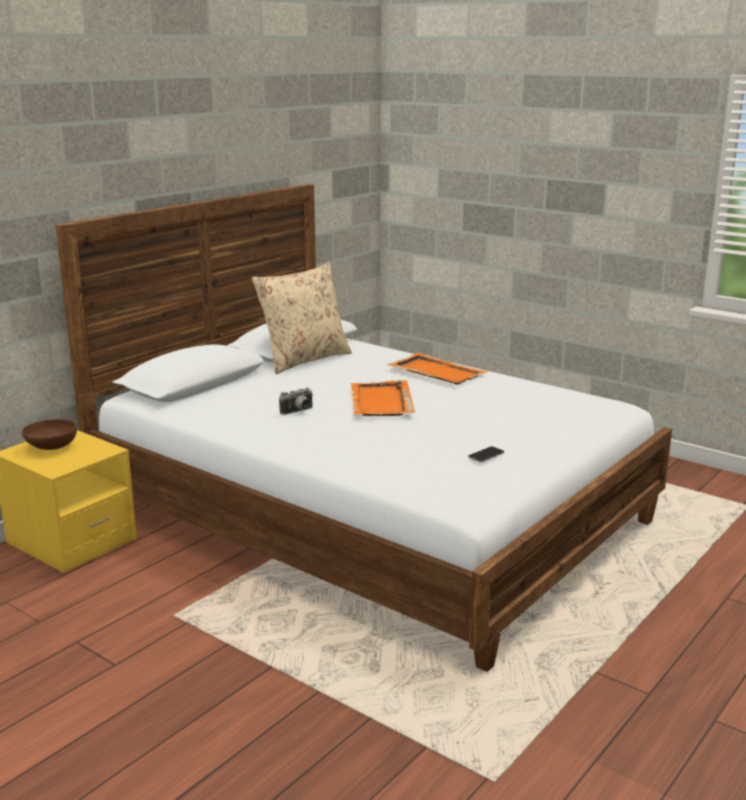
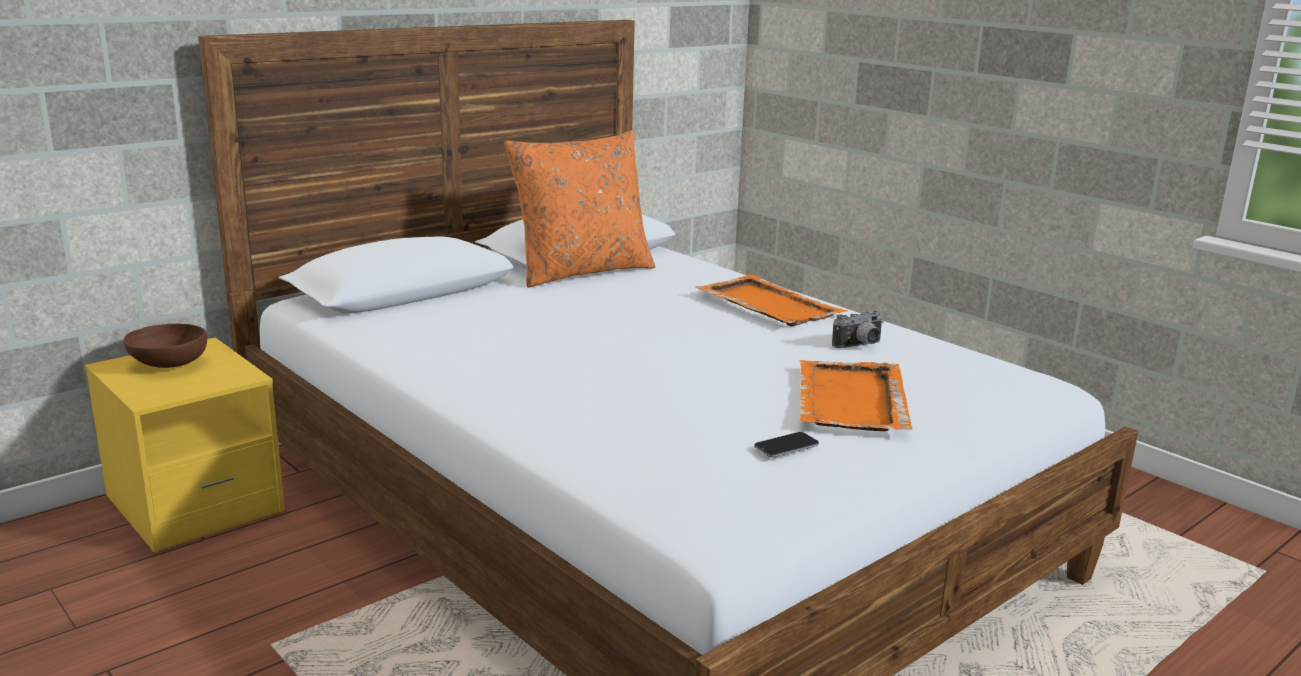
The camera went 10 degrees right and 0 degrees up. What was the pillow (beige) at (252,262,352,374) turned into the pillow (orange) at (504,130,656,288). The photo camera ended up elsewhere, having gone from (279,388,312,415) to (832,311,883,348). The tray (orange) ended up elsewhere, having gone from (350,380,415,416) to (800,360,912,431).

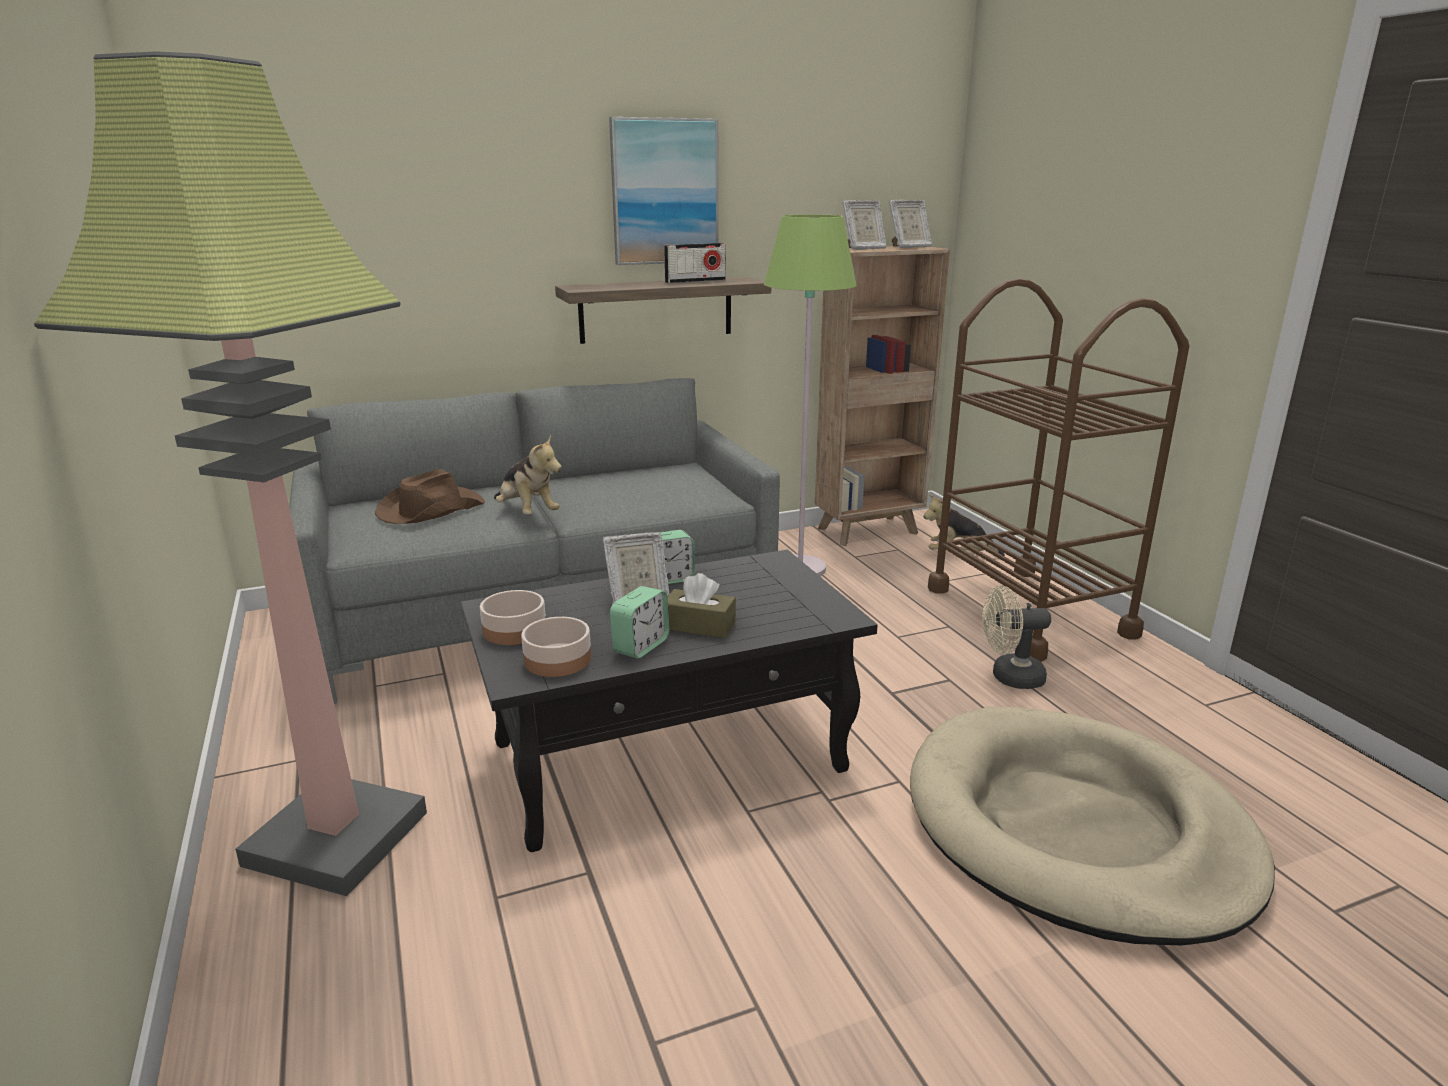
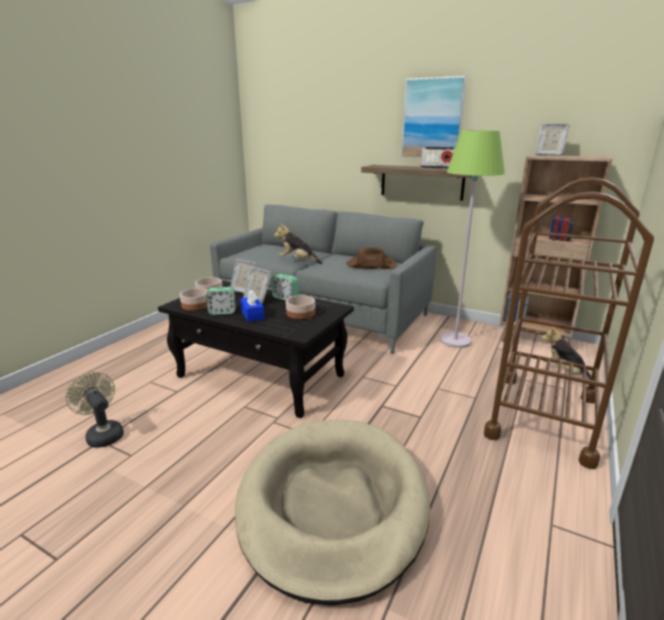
The camera went 50 degrees right and 0 degrees up. The second view lost the floor lamp at (34,51,427,896). The hat (brown) ended up elsewhere, having gone from (375,469,485,524) to (346,248,396,269). The plush toy at (494,435,562,515) ended up facing another way, 105 degrees clockwise from before. What was the tissue box (brown) at (668,573,736,638) turned into the tissue box (blue) at (240,290,264,322). The picture frame ended up elsewhere, having gone from (889,200,932,248) to (230,259,257,293). The fan (beige) ended up elsewhere, having gone from (982,586,1051,689) to (65,372,124,448). The second view gained the bowl at (286,295,315,319).

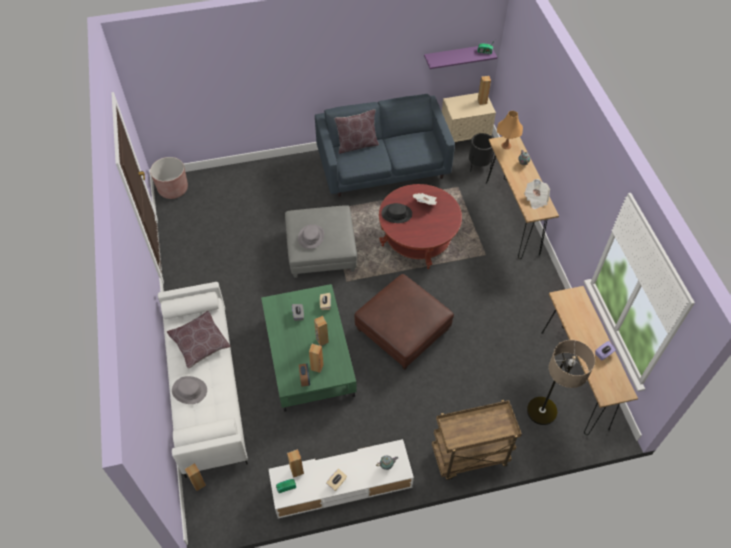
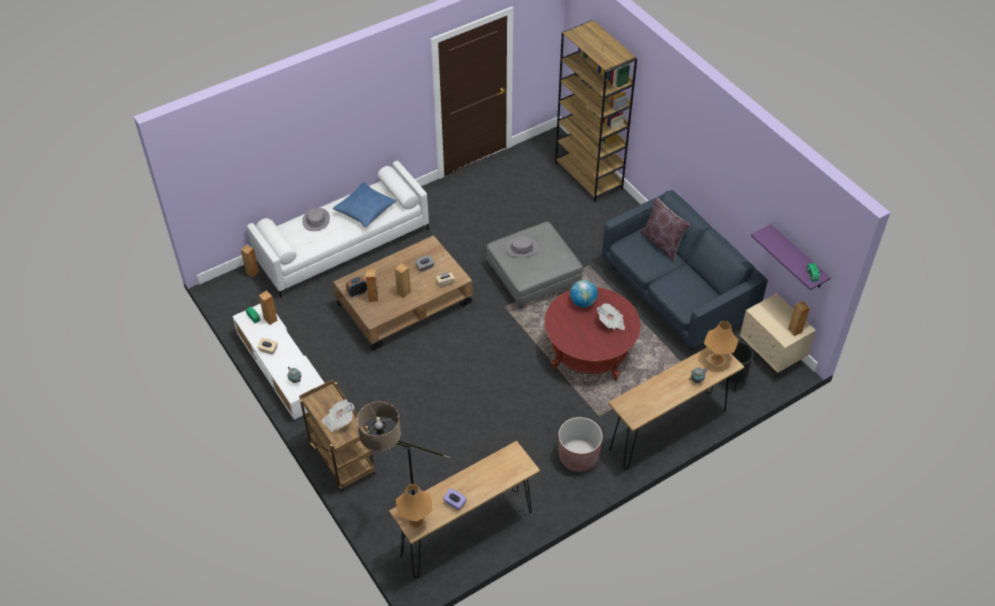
The camera went 70 degrees right and 5 degrees down. The planter (brown) ended up elsewhere, having gone from (150,157,188,199) to (558,417,603,472). What was the pillow (brown) at (167,311,231,369) turned into the pillow (blue) at (333,182,397,228). What was the coffee table (green) at (261,284,357,412) turned into the coffee table (brown) at (333,235,473,351). The second view lost the ottoman (brown) at (354,274,454,370). Where the hat (black) stood at (381,203,412,223), the globe came to stand at (570,280,598,308). The newspaper ended up elsewhere, having gone from (524,179,550,209) to (322,400,354,432). The second view gained the table lamp (orange) at (396,484,432,527). The second view gained the bookcase (brown) at (555,20,637,202).

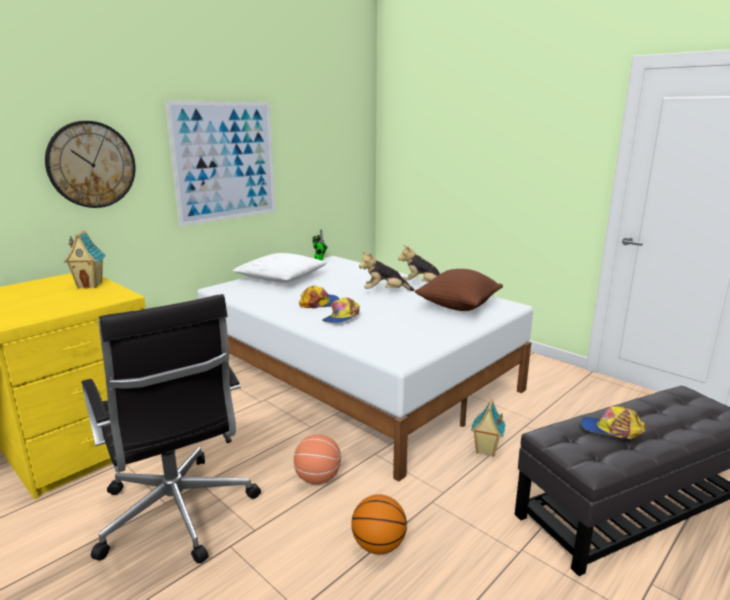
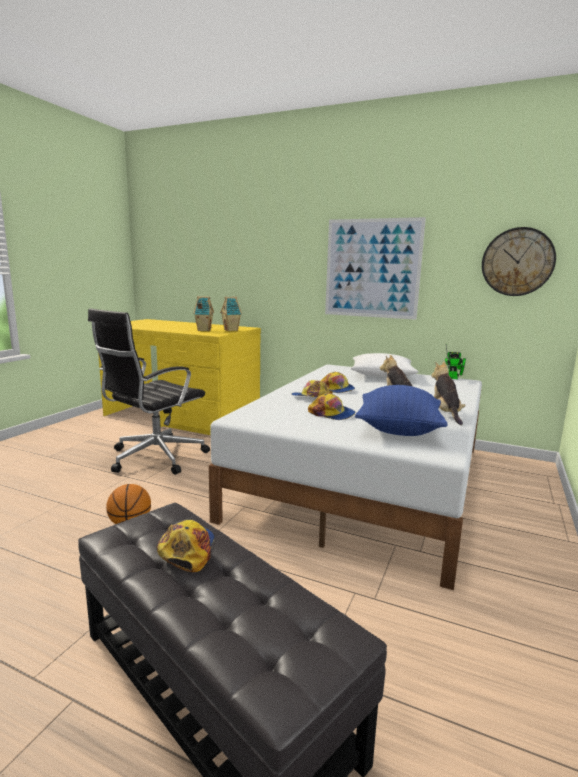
The camera went 70 degrees right and 5 degrees down. The wall clock ended up elsewhere, having gone from (45,121,136,208) to (482,227,556,296). The second view lost the basketball at (294,434,341,485). What was the pillow (brown) at (415,269,503,311) turned into the pillow (blue) at (355,385,447,436). The toy house ended up elsewhere, having gone from (471,399,506,457) to (193,296,214,331). The second view gained the cap at (308,393,355,420).

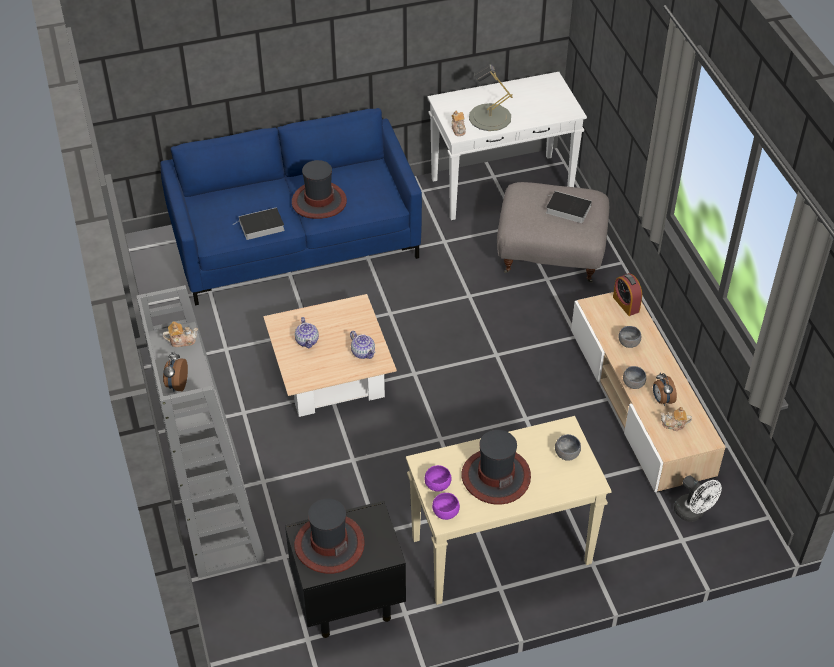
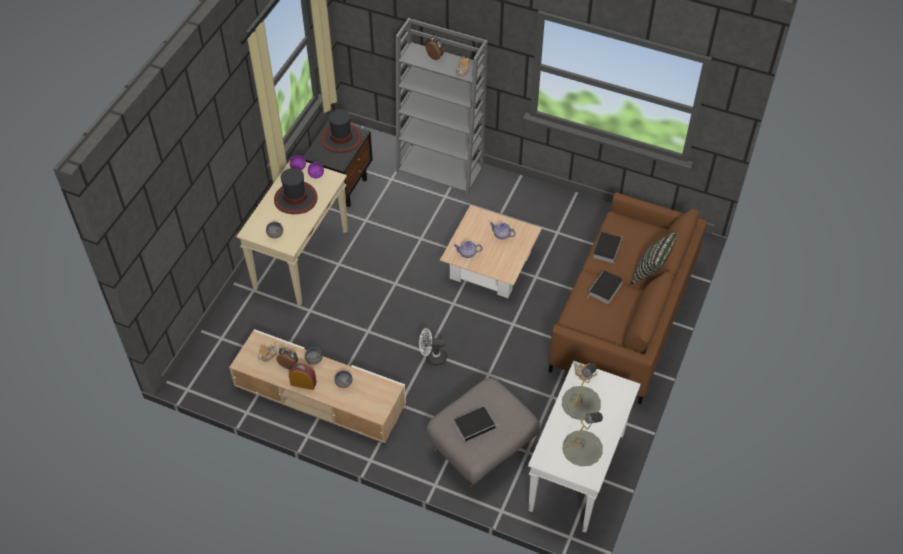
The camera went 130 degrees right and 5 degrees up. What was the sofa (blue) at (161,108,422,305) turned into the sofa (brown) at (549,193,707,404). Where the hat stood at (292,160,347,219), the book came to stand at (587,270,623,304). The alarm clock ended up elsewhere, having gone from (613,273,642,316) to (289,363,317,390). The fan (white) ended up elsewhere, having gone from (674,475,722,522) to (419,328,447,366). The second view gained the table lamp (grey) at (562,412,603,466). The second view gained the pillow at (631,233,677,285).

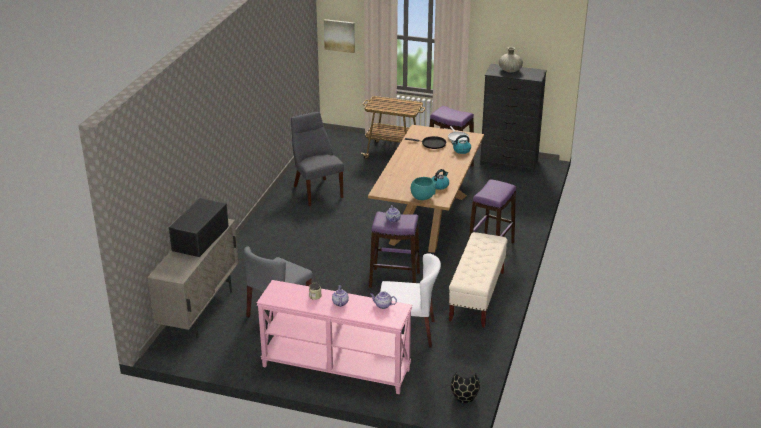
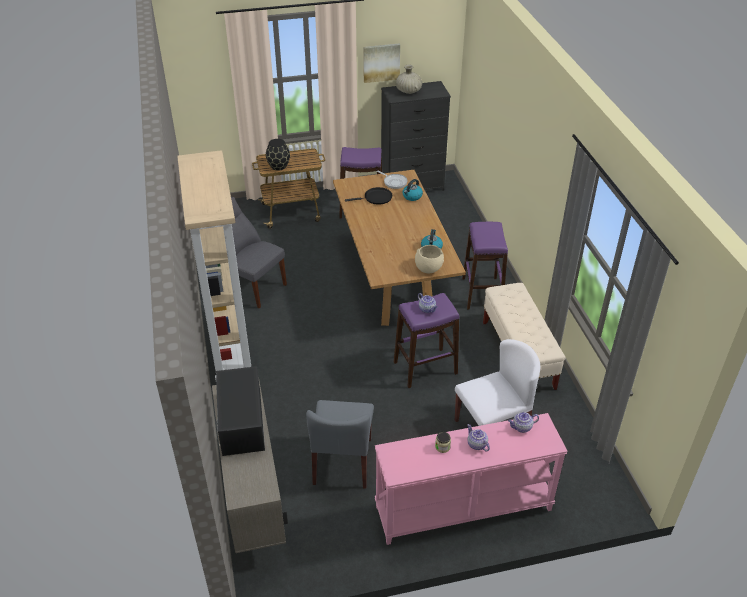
The camera went 30 degrees left and 10 degrees up. The picture ended up elsewhere, having gone from (324,19,355,53) to (363,43,400,83). What was the bowl (turquoise) at (411,177,436,200) turned into the bowl (beige) at (415,245,444,273). The vase (black) ended up elsewhere, having gone from (451,366,480,403) to (266,139,290,171). The second view gained the bookcase (beige) at (177,150,251,380).

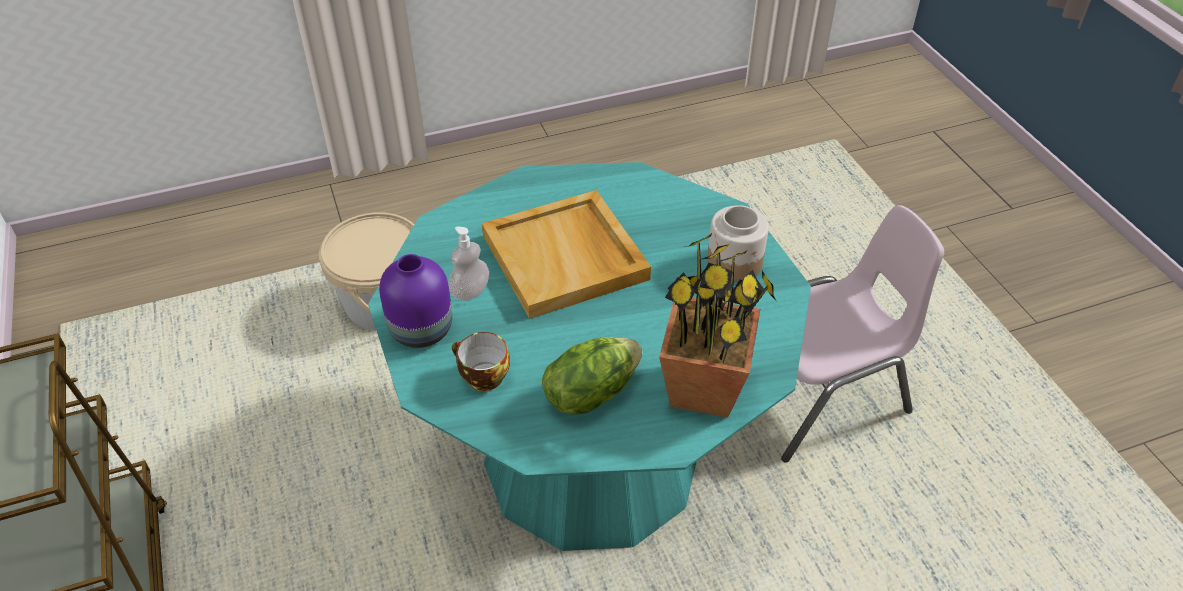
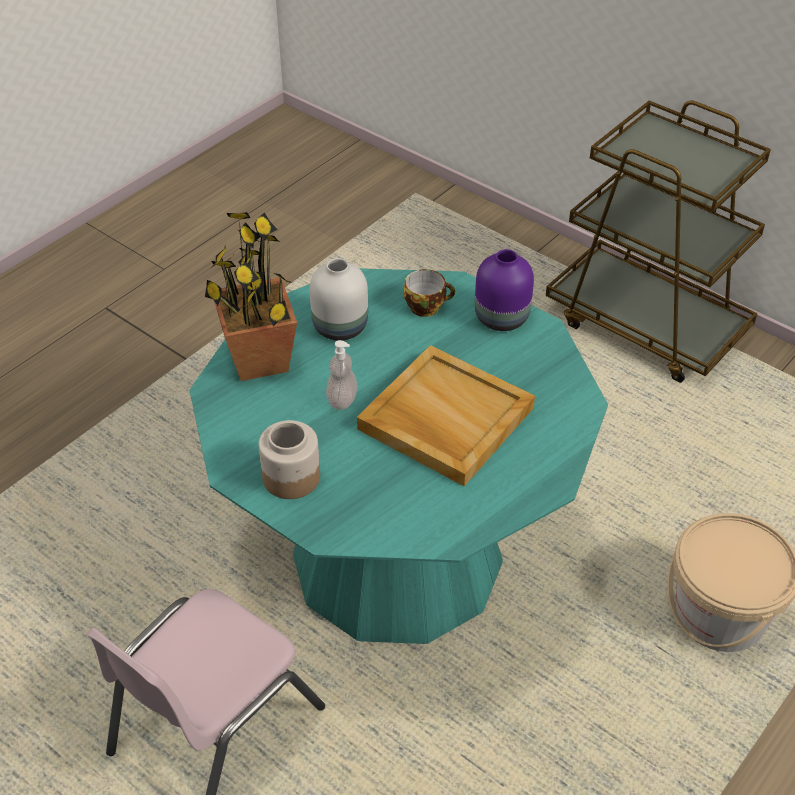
The camera went 150 degrees right and 0 degrees up. The soap dispenser ended up elsewhere, having gone from (448,227,489,301) to (326,340,358,410). Where the lettuce stood at (542,337,642,415), the vase (white) came to stand at (310,258,368,341).

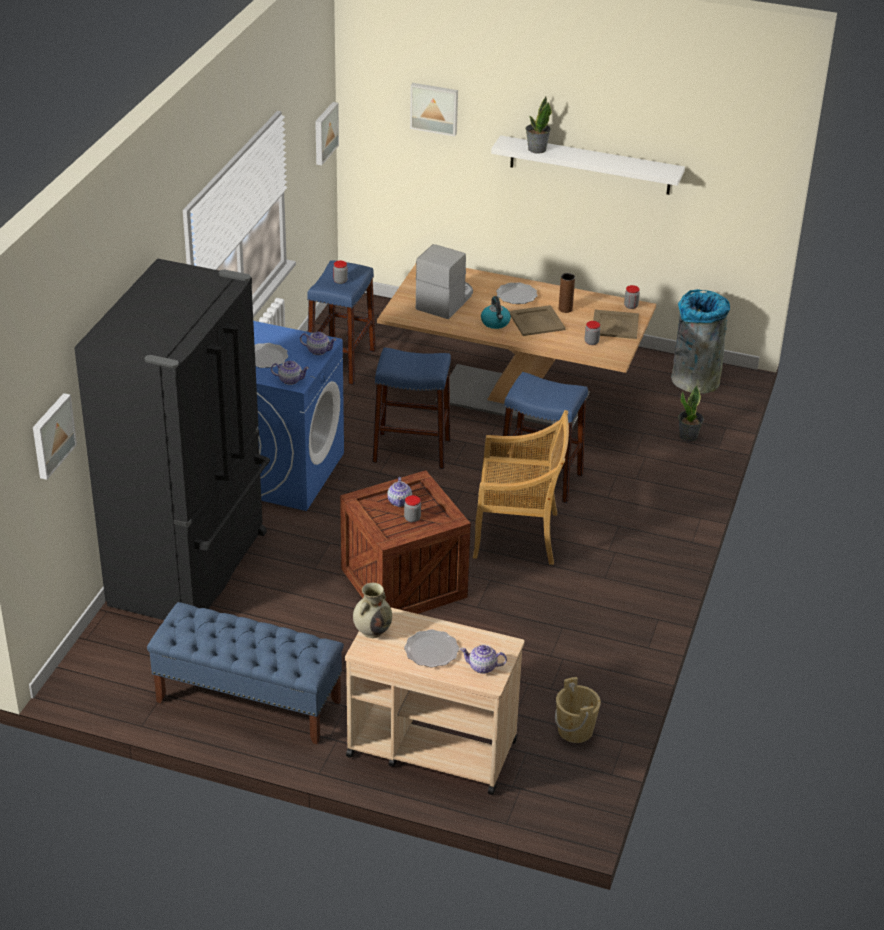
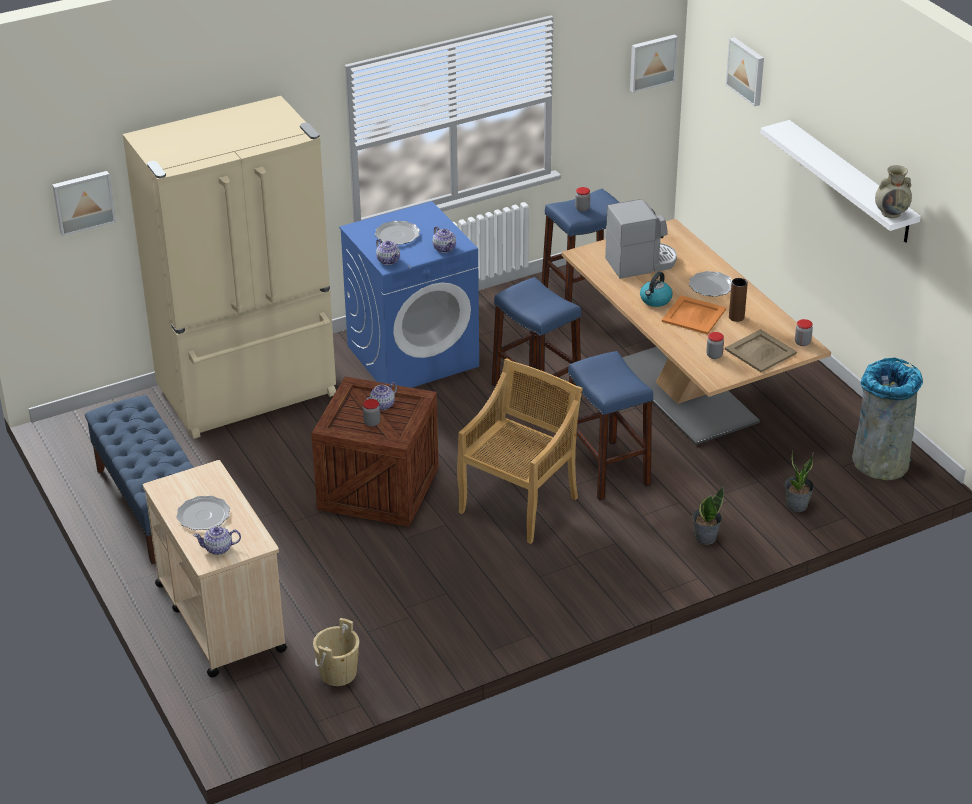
The camera went 45 degrees right and 0 degrees up. What was the fridge (black) at (74,258,270,620) turned into the fridge (beige) at (123,96,336,439). The vase (beige) ended up elsewhere, having gone from (353,583,392,638) to (875,165,912,218). The teapot at (460,644,507,674) ended up facing another way, 60 degrees counterclockwise from before. The chair (beige) at (473,410,569,565) ended up facing another way, 105 degrees counterclockwise from before. What was the tray (beige) at (509,305,566,336) turned into the tray (orange) at (662,295,726,334). The potted plant ended up elsewhere, having gone from (526,97,552,154) to (692,487,724,545).

